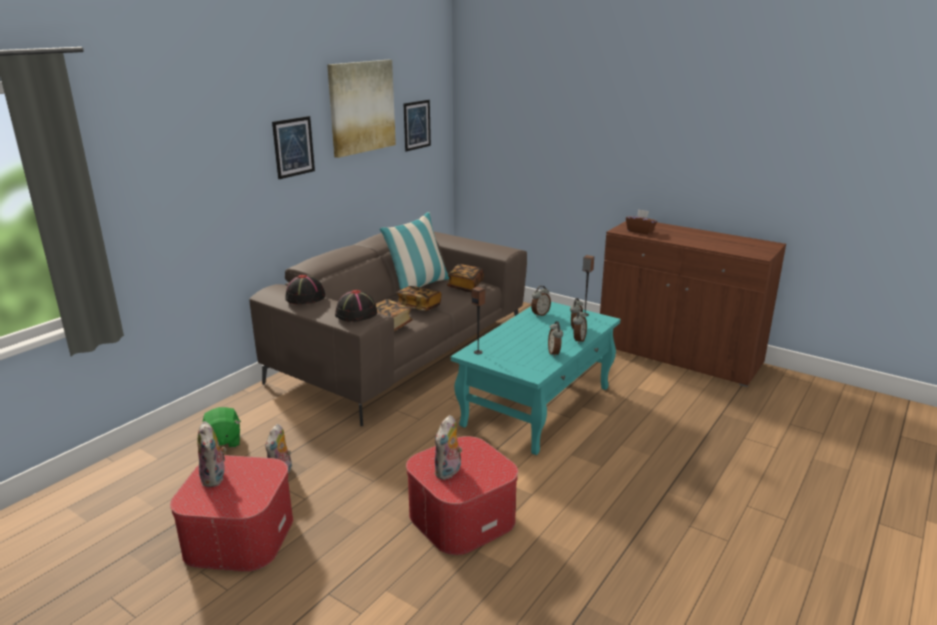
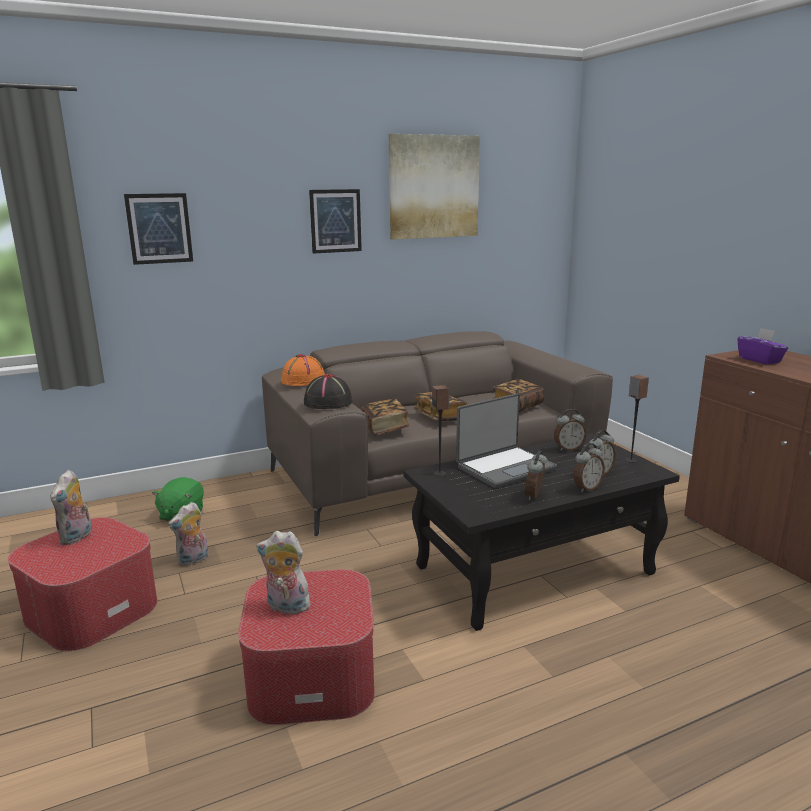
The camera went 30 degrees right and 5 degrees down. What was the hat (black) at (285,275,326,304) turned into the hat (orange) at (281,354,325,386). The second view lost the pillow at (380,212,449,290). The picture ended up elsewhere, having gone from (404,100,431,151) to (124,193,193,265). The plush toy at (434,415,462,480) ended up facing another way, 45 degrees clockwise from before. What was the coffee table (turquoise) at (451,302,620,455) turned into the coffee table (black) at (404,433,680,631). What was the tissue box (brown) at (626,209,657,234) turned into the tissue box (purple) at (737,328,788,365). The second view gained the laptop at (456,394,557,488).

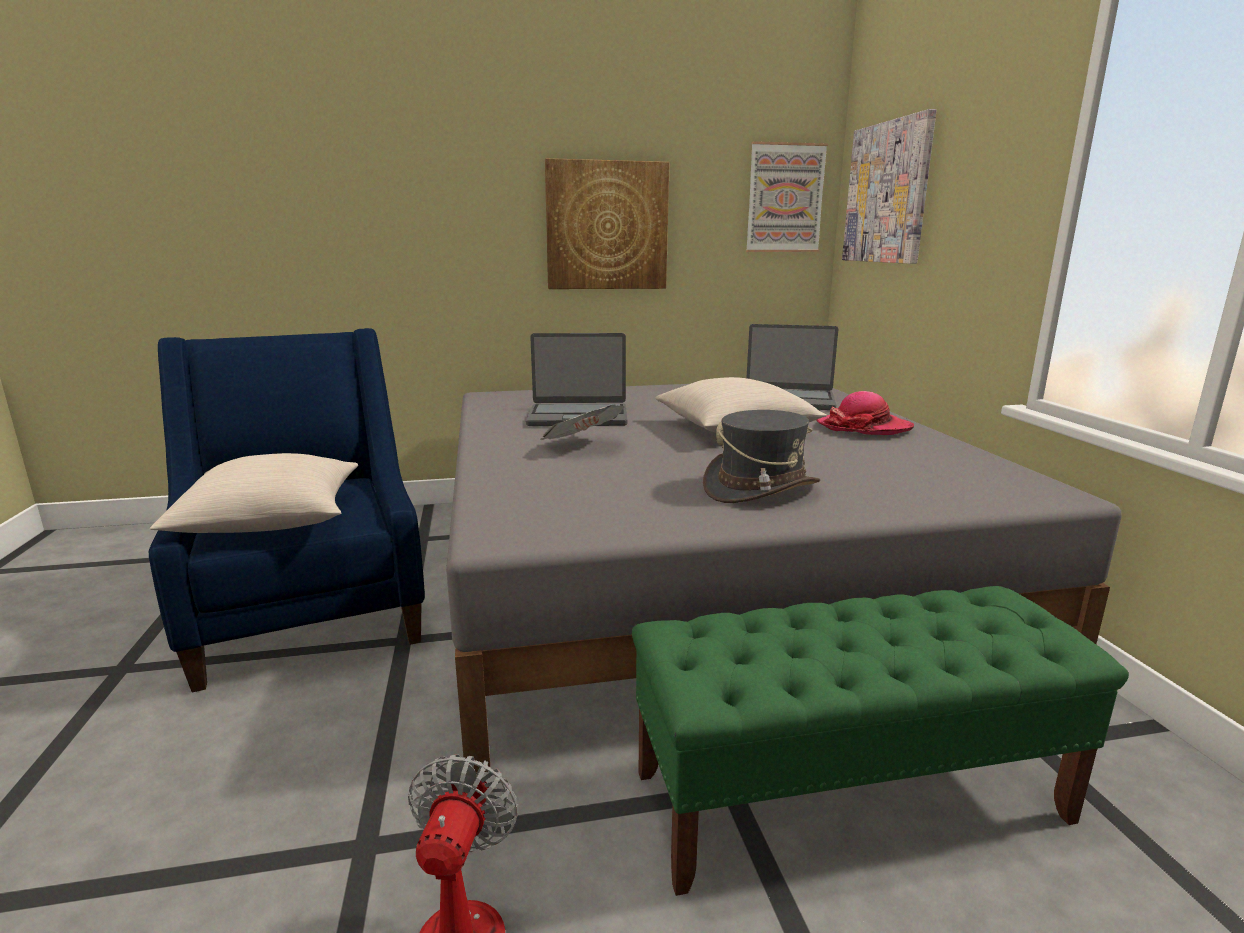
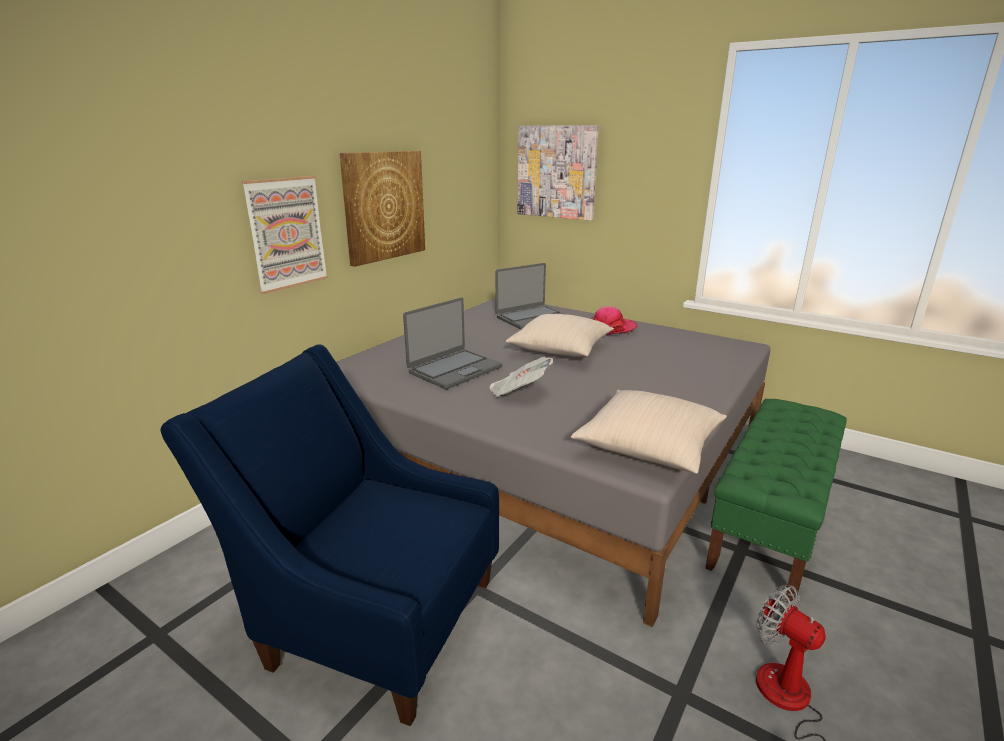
The camera went 45 degrees left and 5 degrees up. The pillow (beige) ended up elsewhere, having gone from (150,453,358,533) to (571,390,727,474). The second view lost the hat (grey) at (703,410,820,503). The picture ended up elsewhere, having gone from (746,141,828,252) to (241,176,328,294).

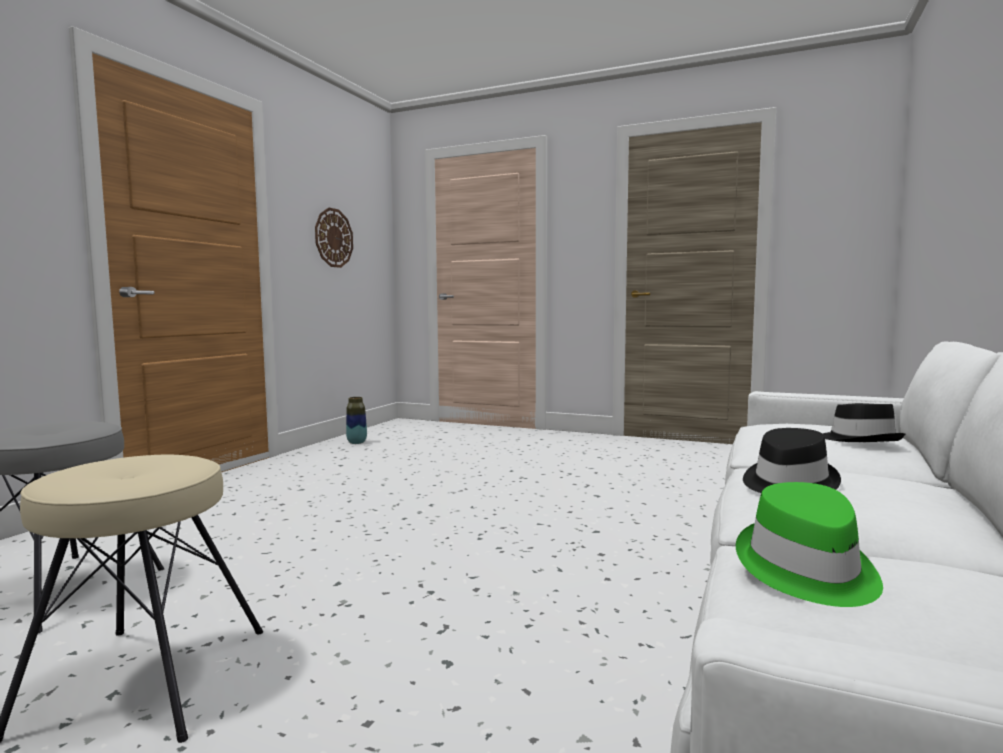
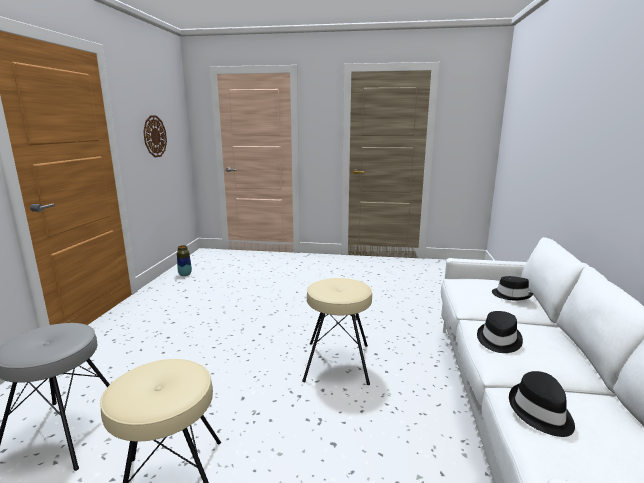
The camera went 15 degrees left and 10 degrees up. What was the hat (green) at (736,482,883,607) turned into the hat (black) at (509,371,575,437). The second view gained the stool (beige) at (302,278,372,385).

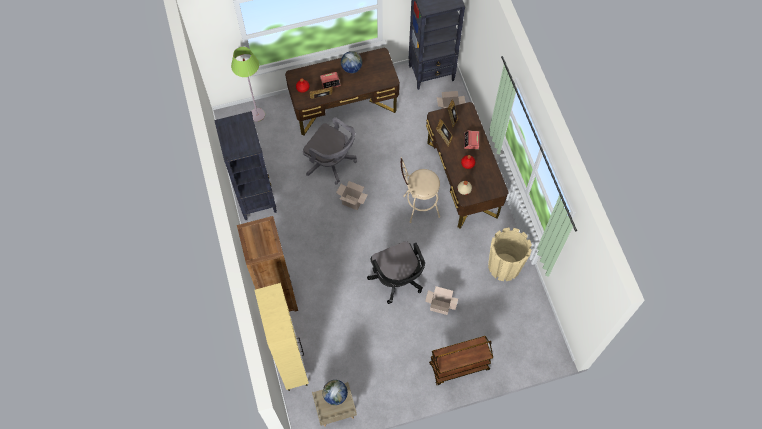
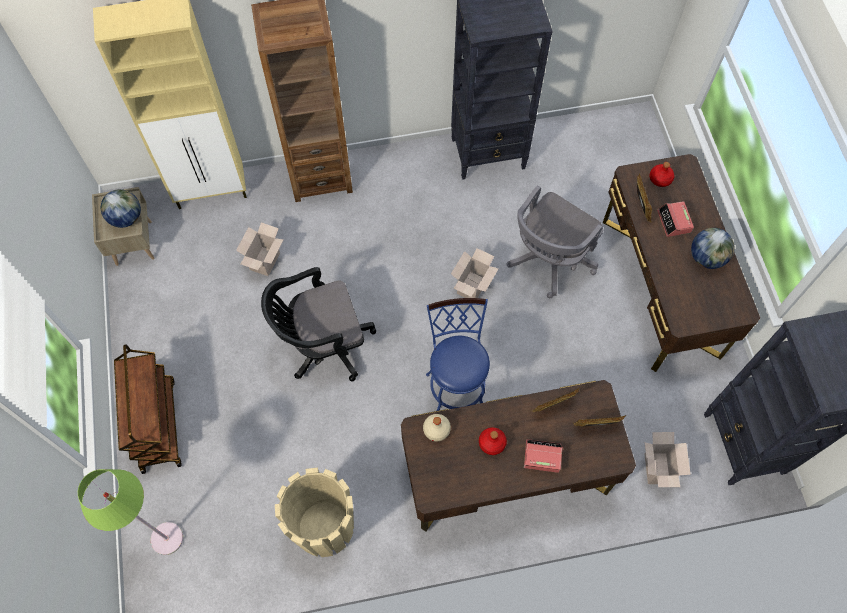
The camera went 95 degrees right and 0 degrees up. The floor lamp (green) ended up elsewhere, having gone from (231,47,265,122) to (78,469,183,555). What was the stool (beige) at (401,157,440,223) turned into the stool (blue) at (426,298,490,411). The cardboard box ended up elsewhere, having gone from (425,286,458,315) to (236,222,283,276).

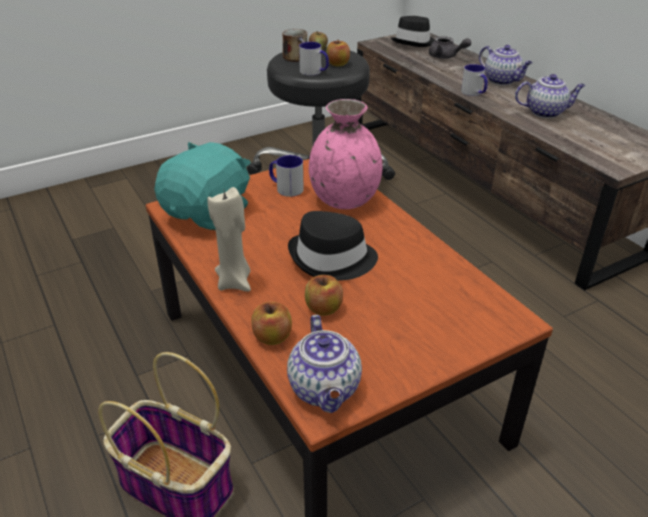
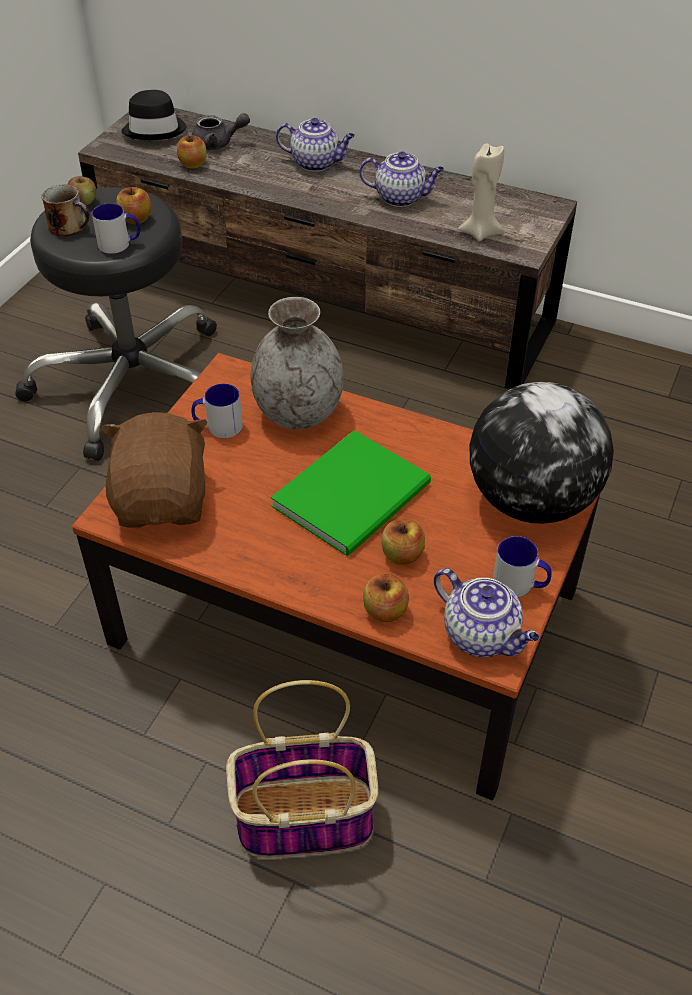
The camera went 35 degrees left and 10 degrees up. What was the plush toy (turquoise) at (154,142,251,230) turned into the plush toy (brown) at (101,412,207,528). The candle (beige) ended up elsewhere, having gone from (207,187,251,292) to (458,143,504,242). Where the hat (black) stood at (288,211,378,281), the book (green) came to stand at (271,430,431,556). What was the vase (pink) at (309,99,383,209) turned into the vase (grey) at (250,297,344,430). The mug ended up elsewhere, having gone from (461,64,488,96) to (493,536,552,597). The teapot at (515,74,585,118) ended up facing another way, 45 degrees clockwise from before. The second view gained the apple at (177,135,207,169). The second view gained the globe at (469,382,614,524).

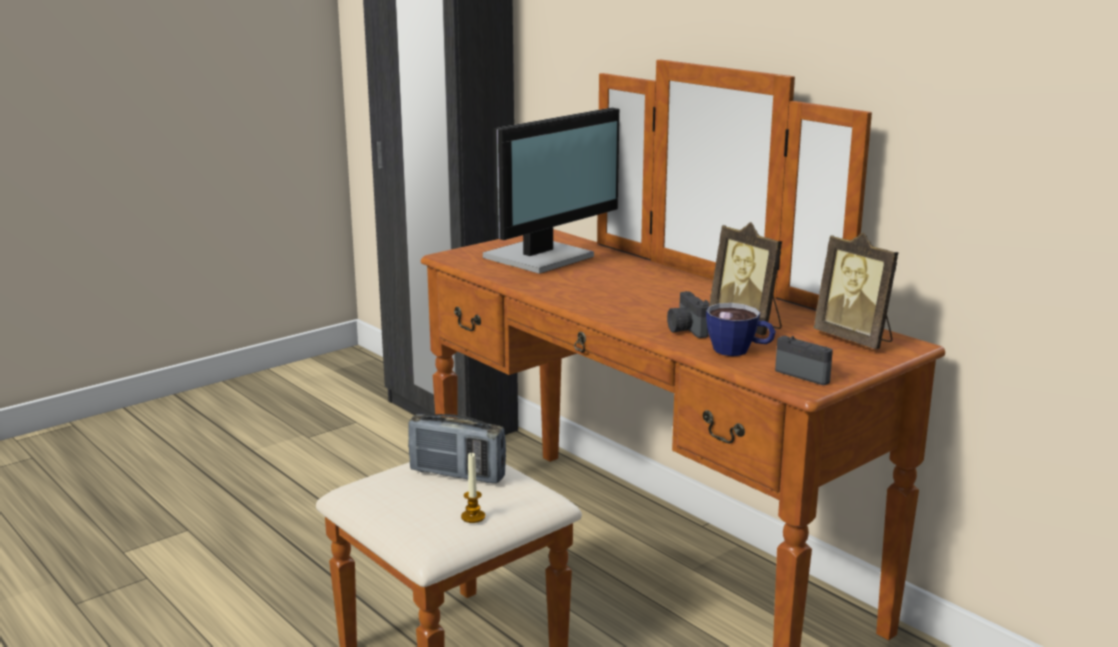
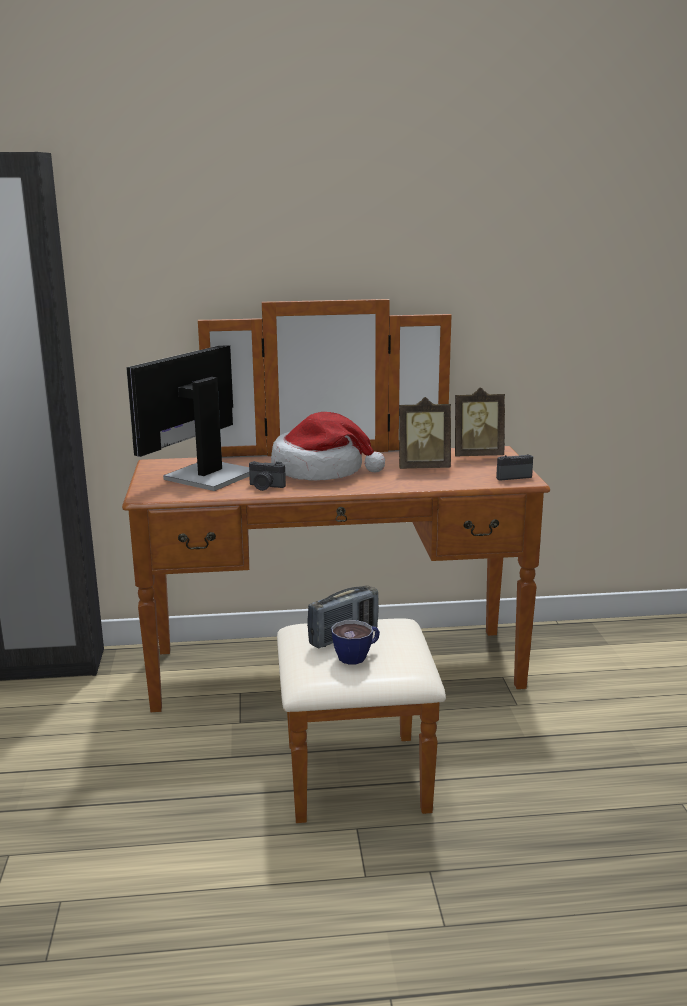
The camera went 55 degrees left and 0 degrees up. The second view lost the candle at (461,452,485,523). The monitor at (483,108,619,274) ended up facing another way, 135 degrees counterclockwise from before. The photo camera ended up elsewhere, having gone from (667,291,710,338) to (249,461,286,491). The cup ended up elsewhere, having gone from (706,303,776,356) to (331,620,380,665). The second view gained the hat at (271,412,385,481).

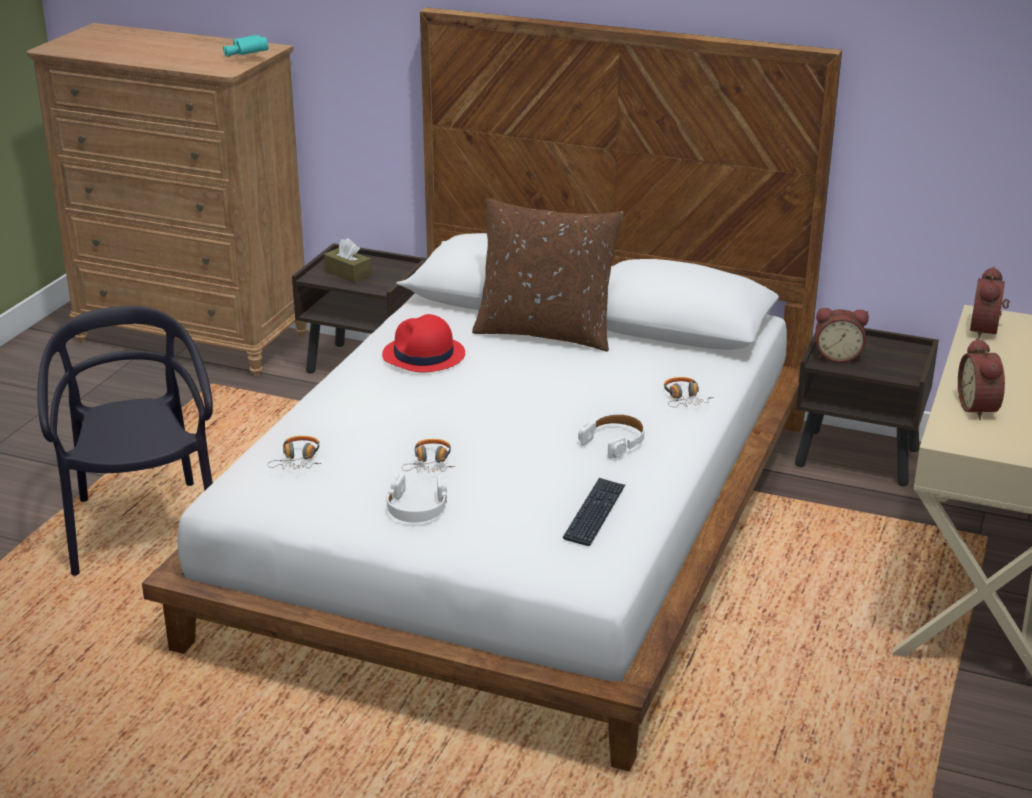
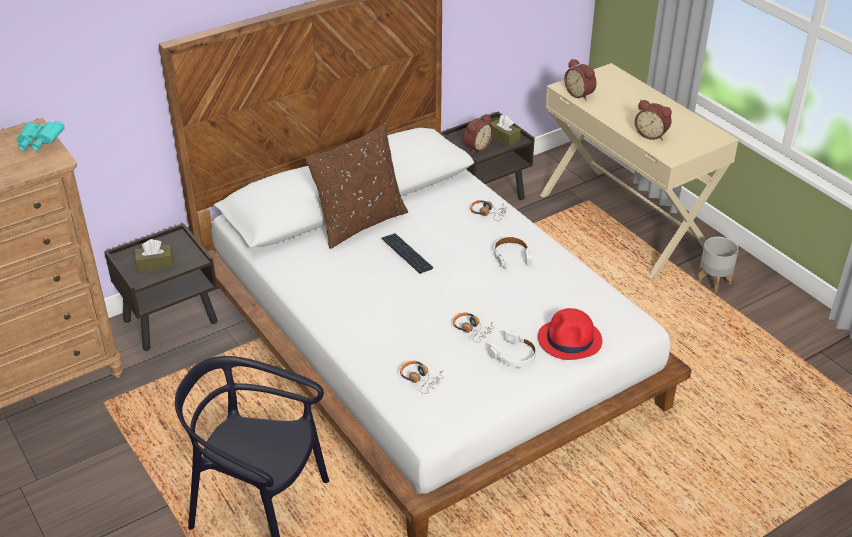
The camera went 55 degrees left and 10 degrees up. The hat (red) ended up elsewhere, having gone from (382,314,465,372) to (538,308,602,360). The keyboard ended up elsewhere, having gone from (563,478,625,546) to (381,233,433,274). The second view gained the tissue box (brown) at (490,115,521,146). The second view gained the planter (grey) at (697,237,739,293).

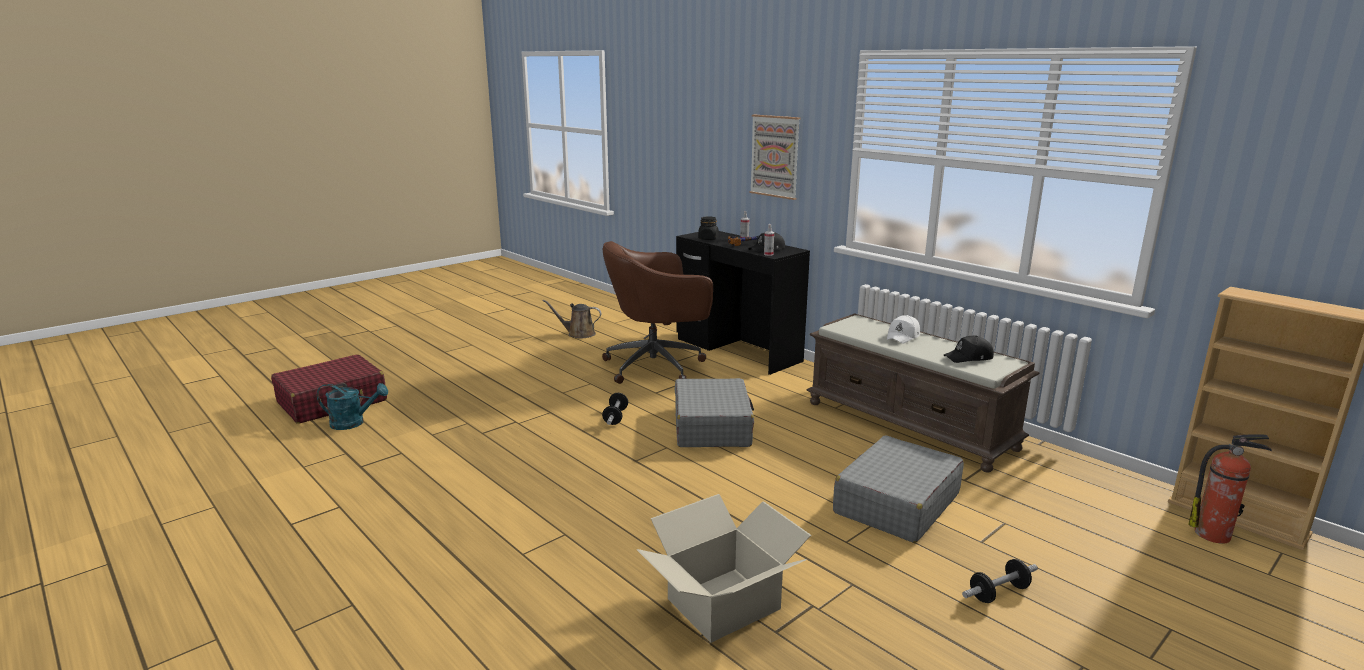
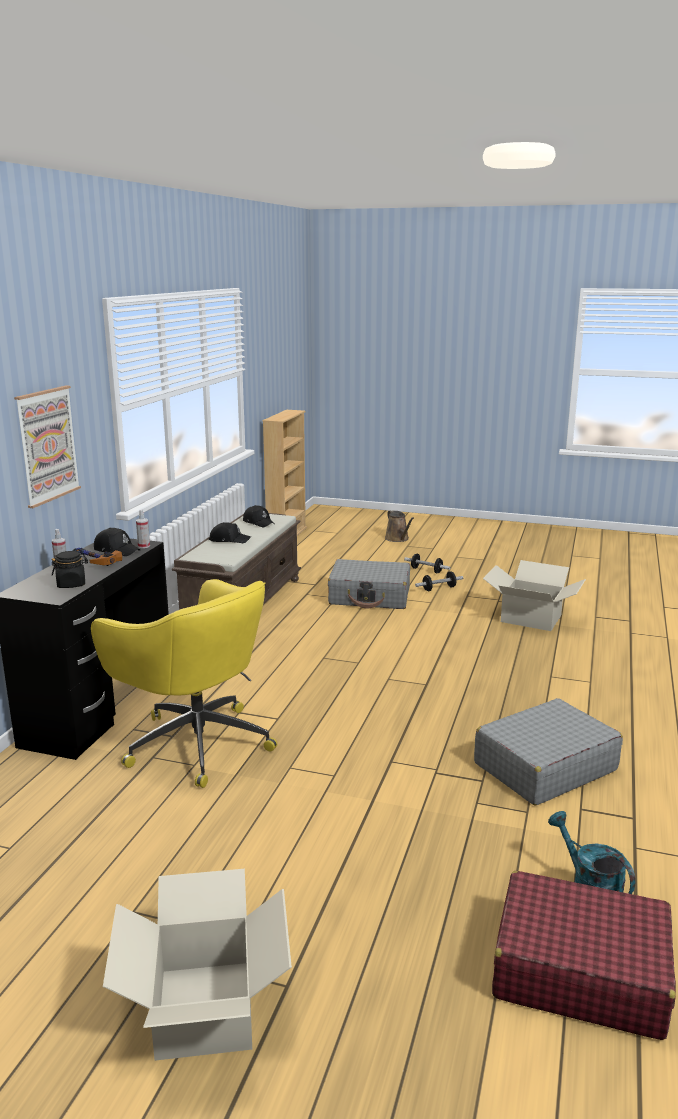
The camera went 120 degrees left and 0 degrees up. The watering can (brown) ended up elsewhere, having gone from (543,300,602,339) to (385,510,414,542). What was the office chair (brown) at (602,241,713,384) turned into the office chair (yellow) at (91,579,277,788). The dumbbell ended up elsewhere, having gone from (602,393,628,425) to (415,571,463,591). The suitcase (grey) ended up elsewhere, having gone from (675,378,754,447) to (474,698,623,805). What was the cap (white) at (887,315,920,343) turned into the cap (black) at (209,522,251,543). The second view lost the fire extinguisher at (1188,434,1272,544). The second view gained the cardboard box at (103,869,292,1061).

